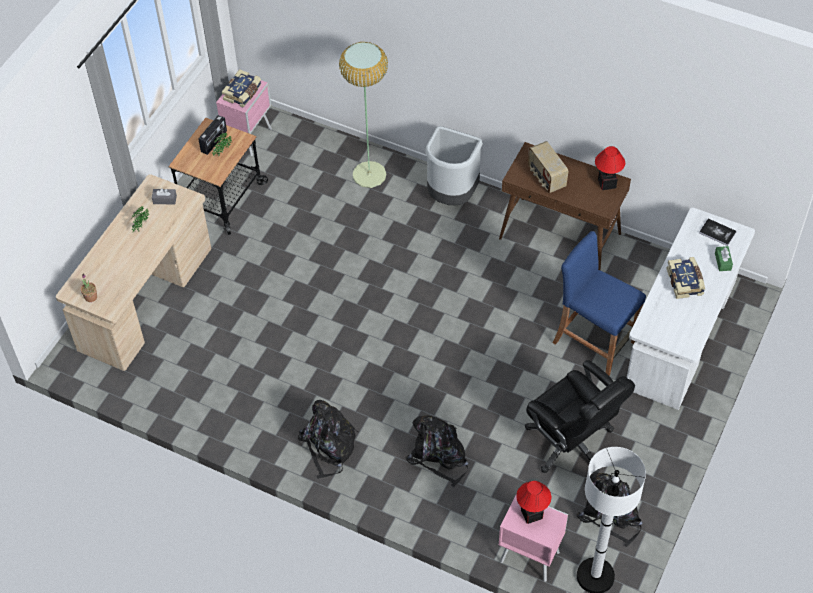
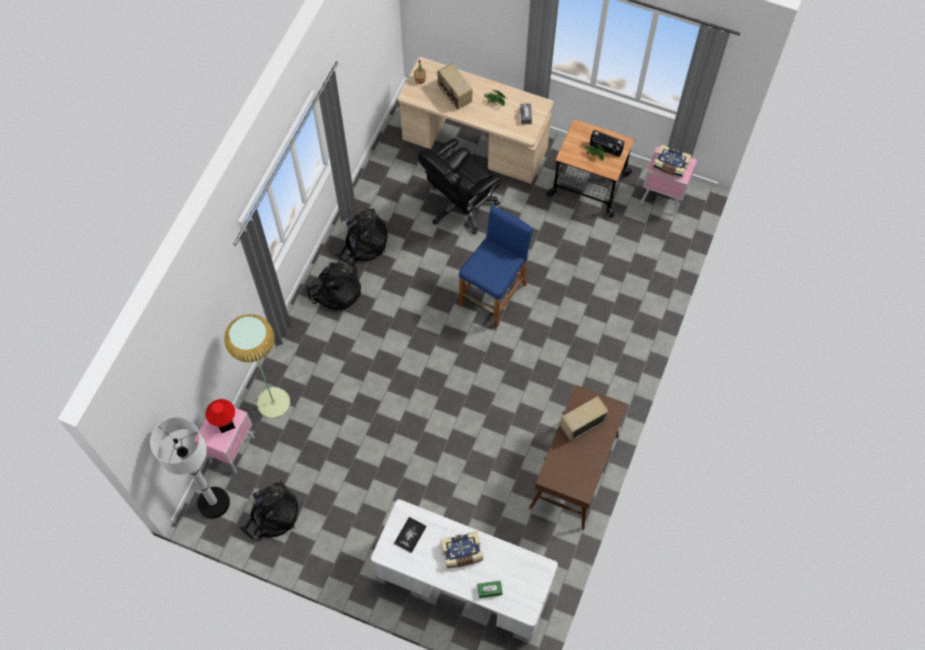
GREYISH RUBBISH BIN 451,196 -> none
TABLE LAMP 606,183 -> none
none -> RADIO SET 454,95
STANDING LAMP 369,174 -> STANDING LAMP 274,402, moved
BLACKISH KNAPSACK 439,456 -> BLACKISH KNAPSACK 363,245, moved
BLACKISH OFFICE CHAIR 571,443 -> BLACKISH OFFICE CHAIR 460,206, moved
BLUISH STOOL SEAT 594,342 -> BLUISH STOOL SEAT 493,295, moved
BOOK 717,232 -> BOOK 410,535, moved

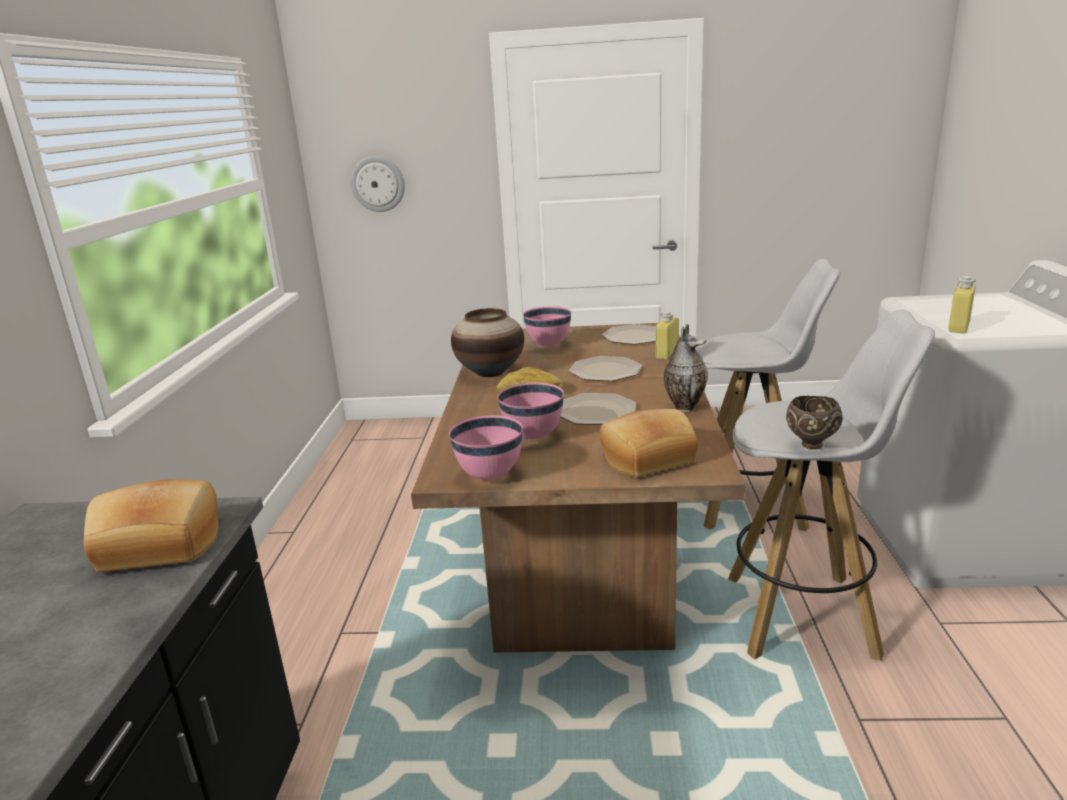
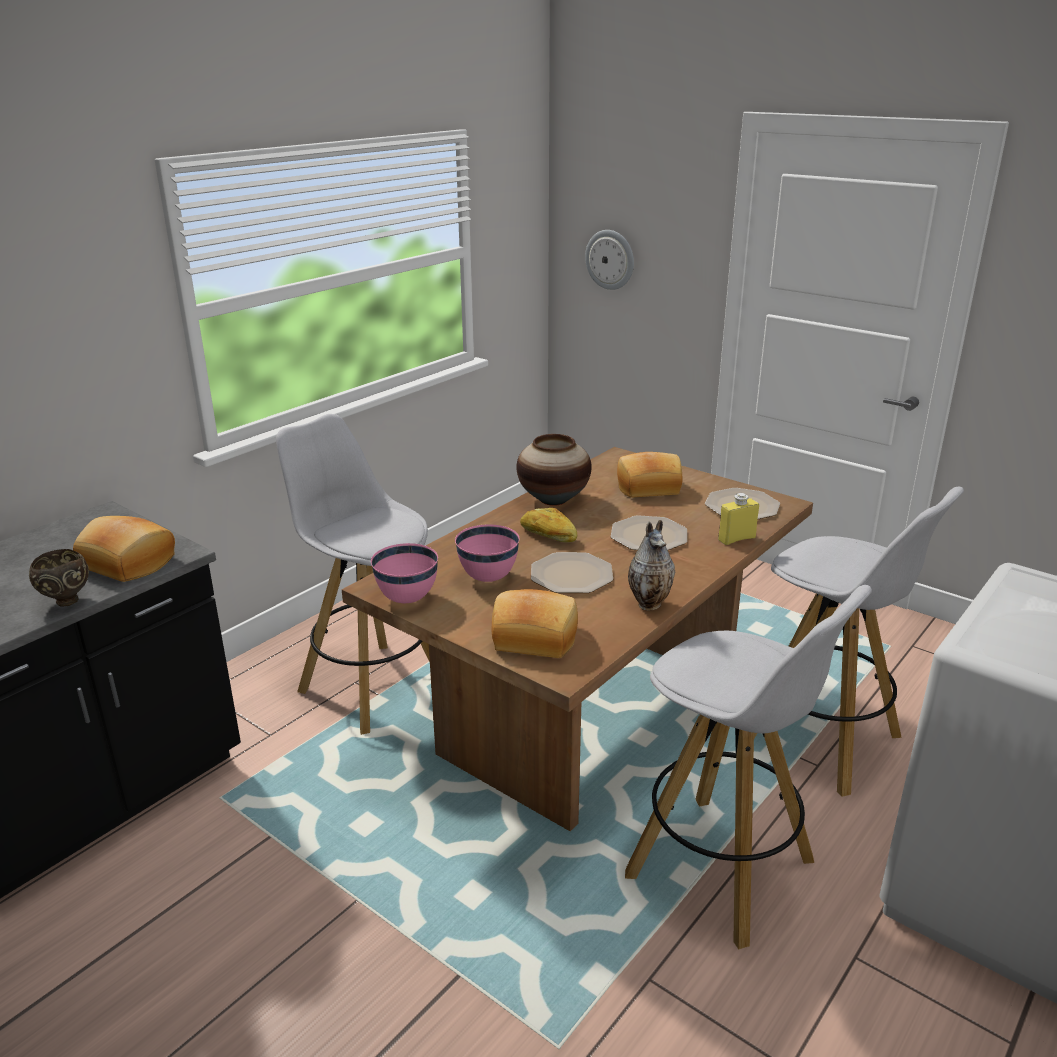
YELLOW BEVERAGE BOTTLE 958,327 -> none
none -> WHITE STOOL SEAT 372,685
BROWN-COLOURED SERVING BOWL 810,445 -> BROWN-COLOURED SERVING BOWL 66,601, moved
PINKISH SERVING BOWL 548,345 -> BAKED BREAD 648,487

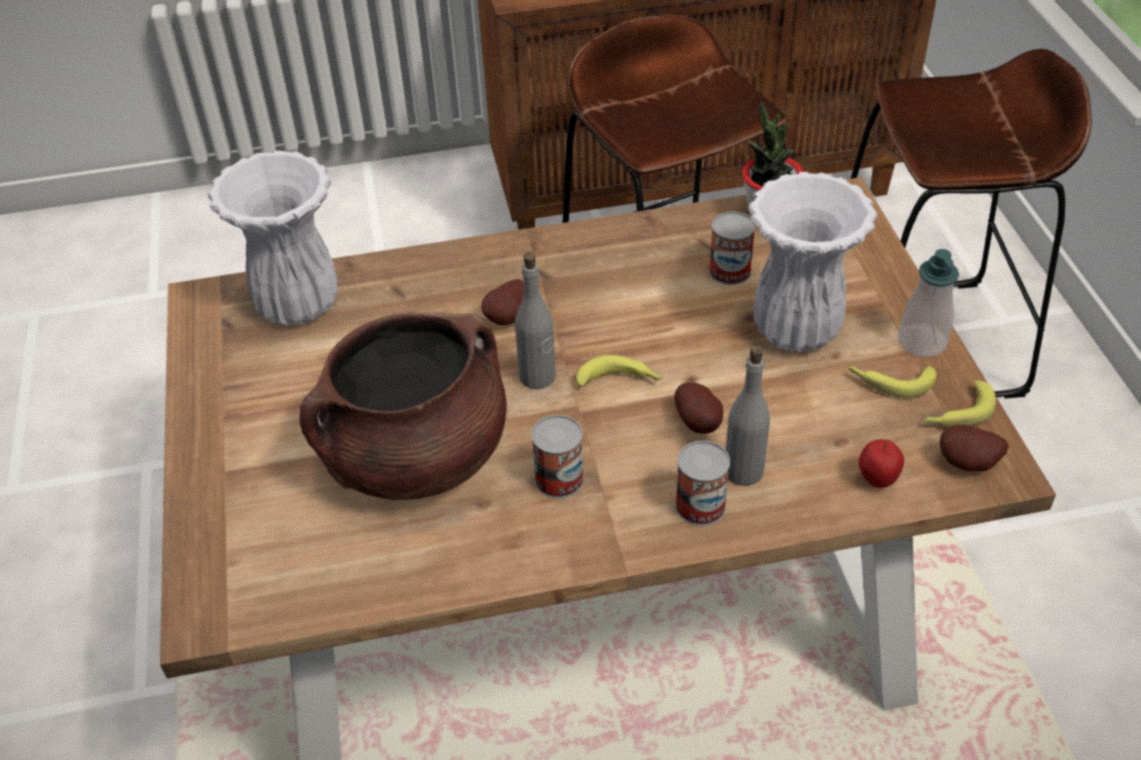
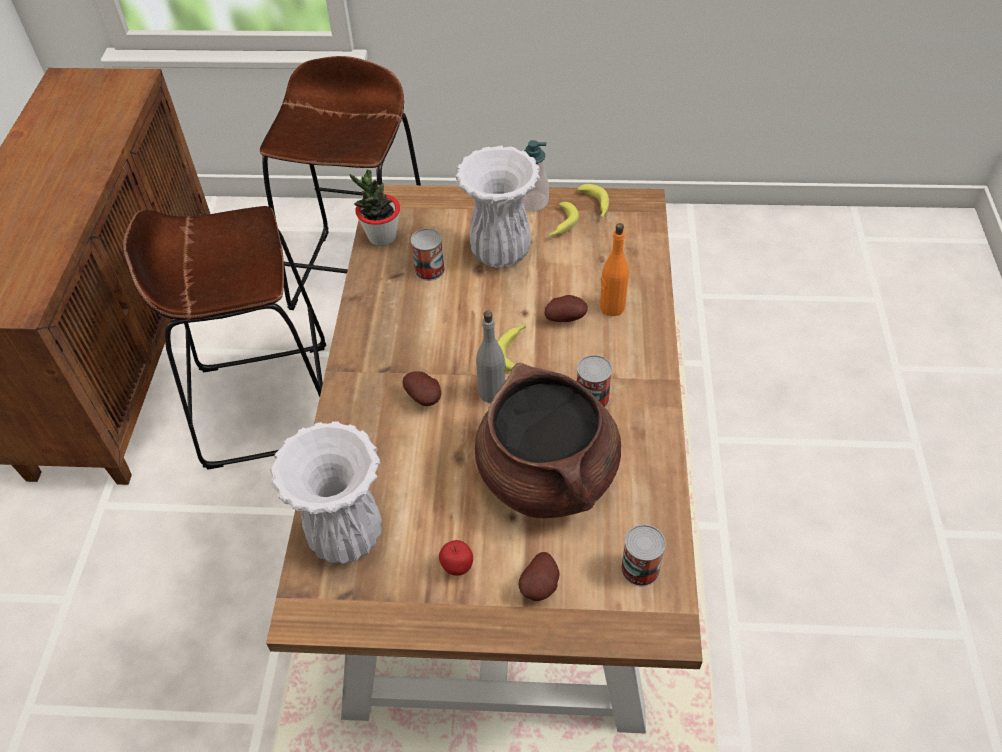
CAN 700,505 -> CAN 640,568, moved
APPLE FRUIT 877,480 -> APPLE FRUIT 457,568, moved
WHOLE POTATO 968,465 -> WHOLE POTATO 541,586, moved
GREYISH BEVERAGE BOTTLE 743,471 -> ORANGEY BEVERAGE BOTTLE 611,307

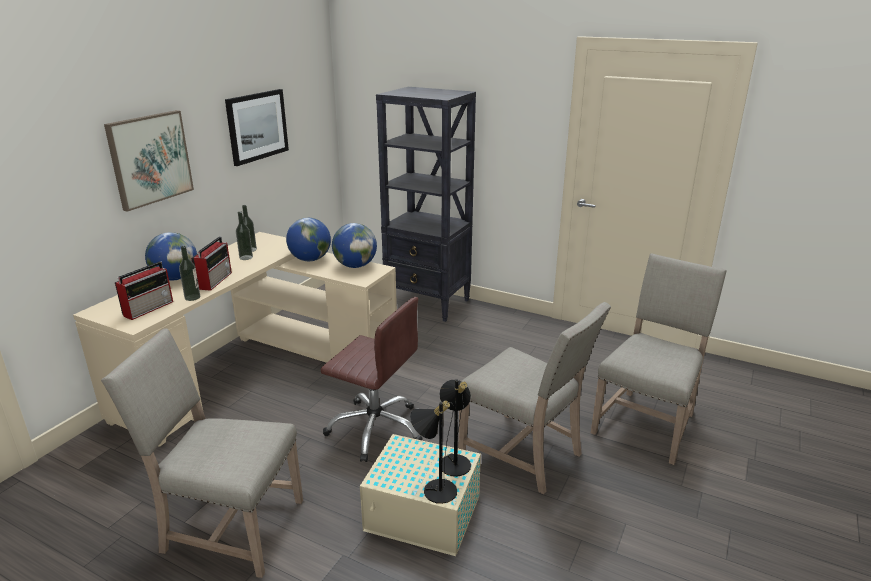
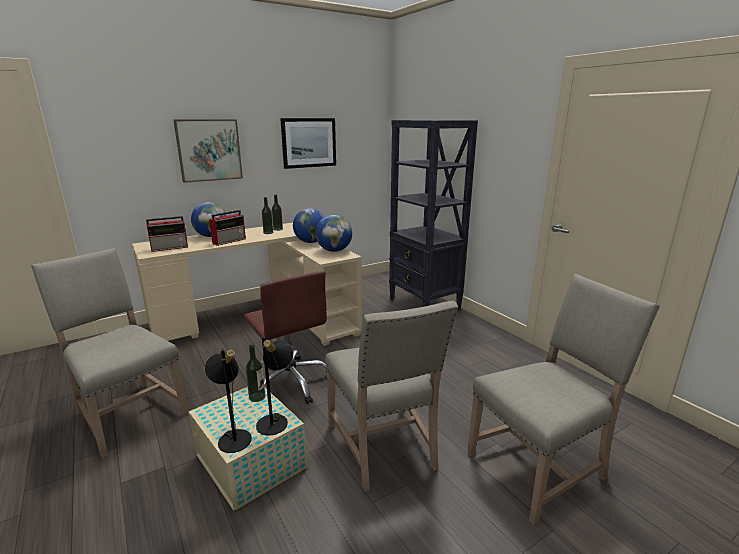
BEVERAGE BOTTLE 192,297 -> BEVERAGE BOTTLE 257,397, moved

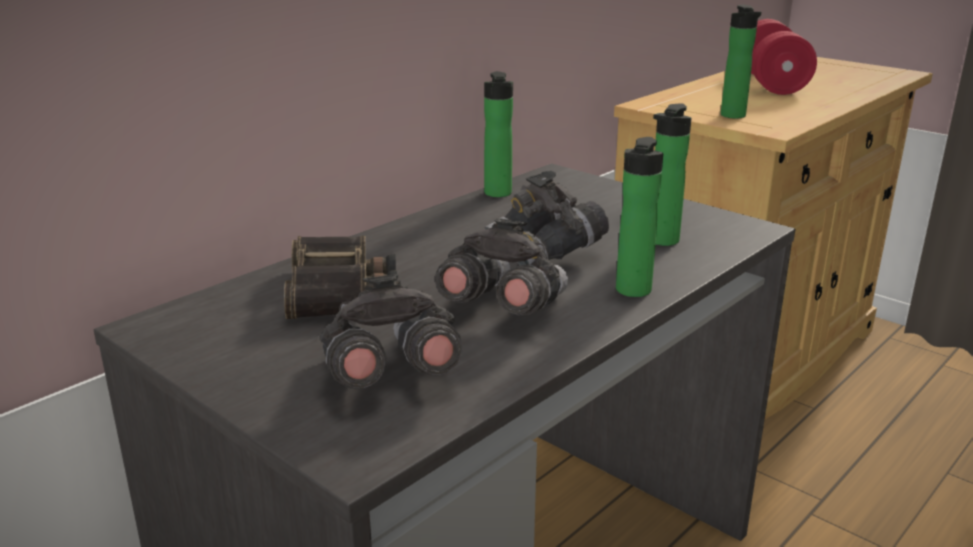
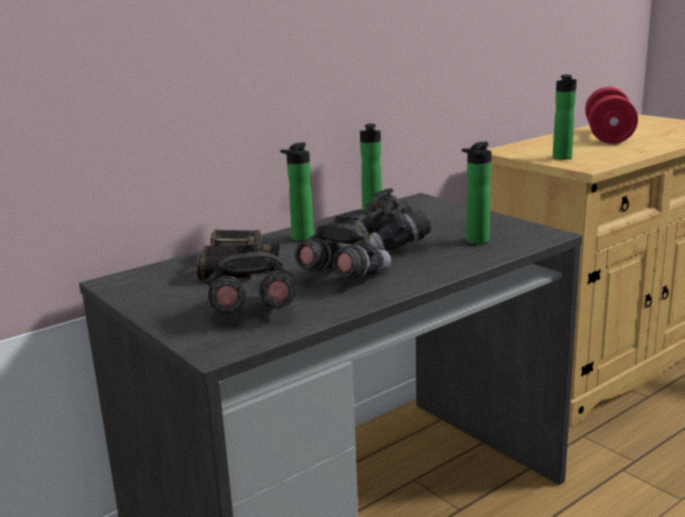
BEVERAGE BOTTLE 632,292 -> BEVERAGE BOTTLE 300,239, moved

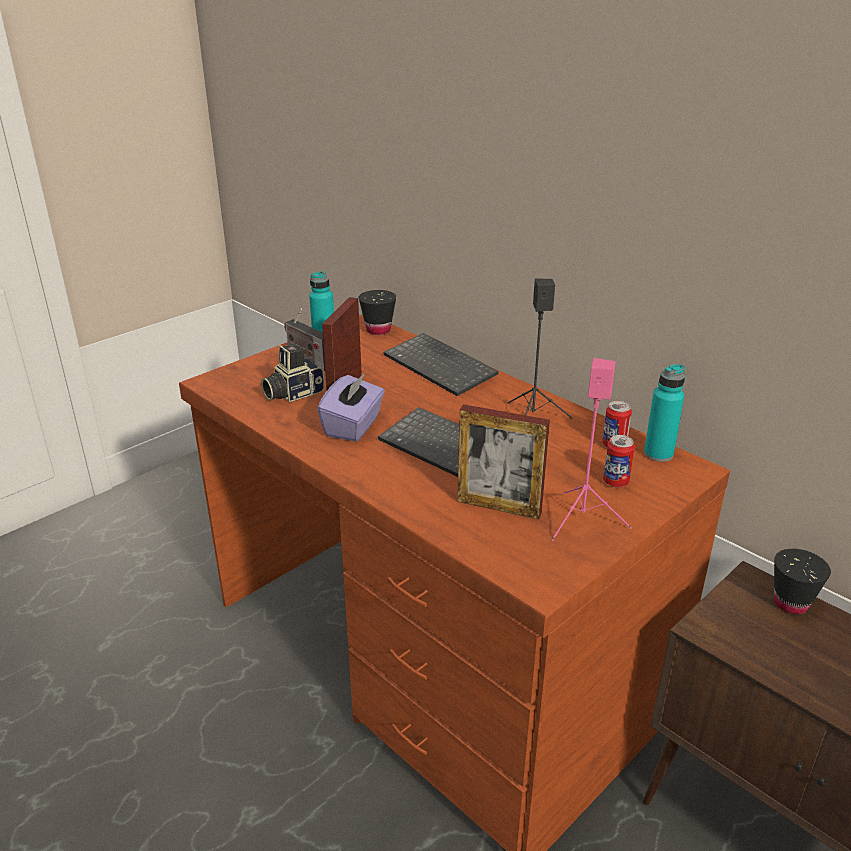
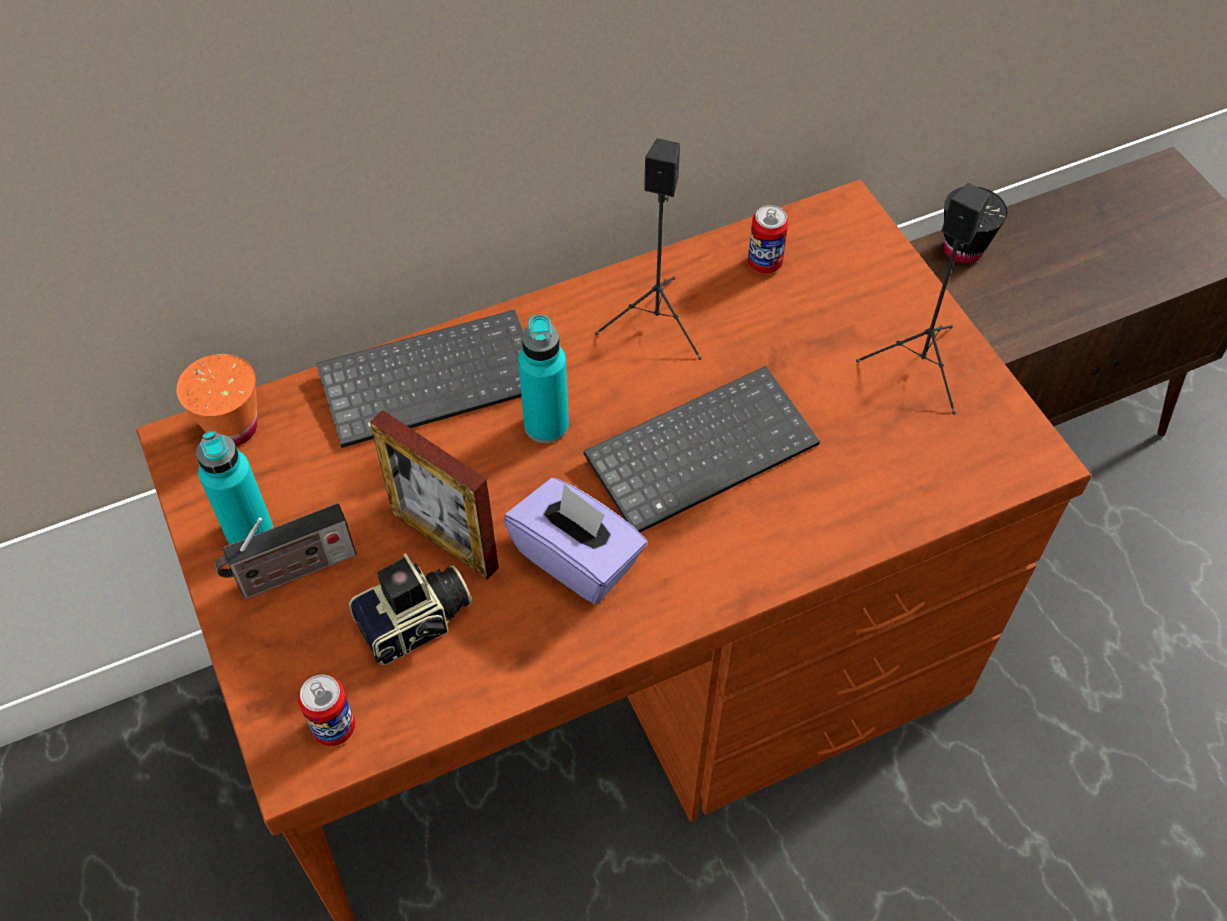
STANDING FRAME 499,507 -> none
CAN 615,482 -> CAN 334,727, moved
TURQUOISE BEVERAGE BOTTLE 658,454 -> TURQUOISE BEVERAGE BOTTLE 546,425, moved
BLACKISH DRINKING CUP 378,330 -> ORANGEY DRINKING CUP 233,428
PINKISH SPEAKER 581,520 -> BLACKISH SPEAKER 921,367
PHOTO CAMERA 292,393 -> PHOTO CAMERA 417,625, 105 degrees counterclockwise

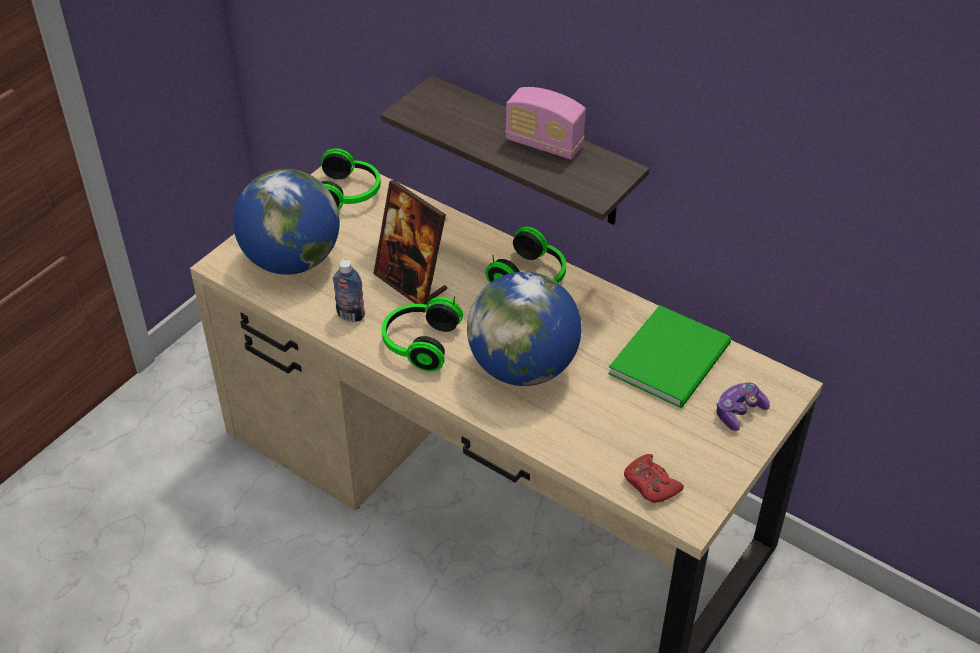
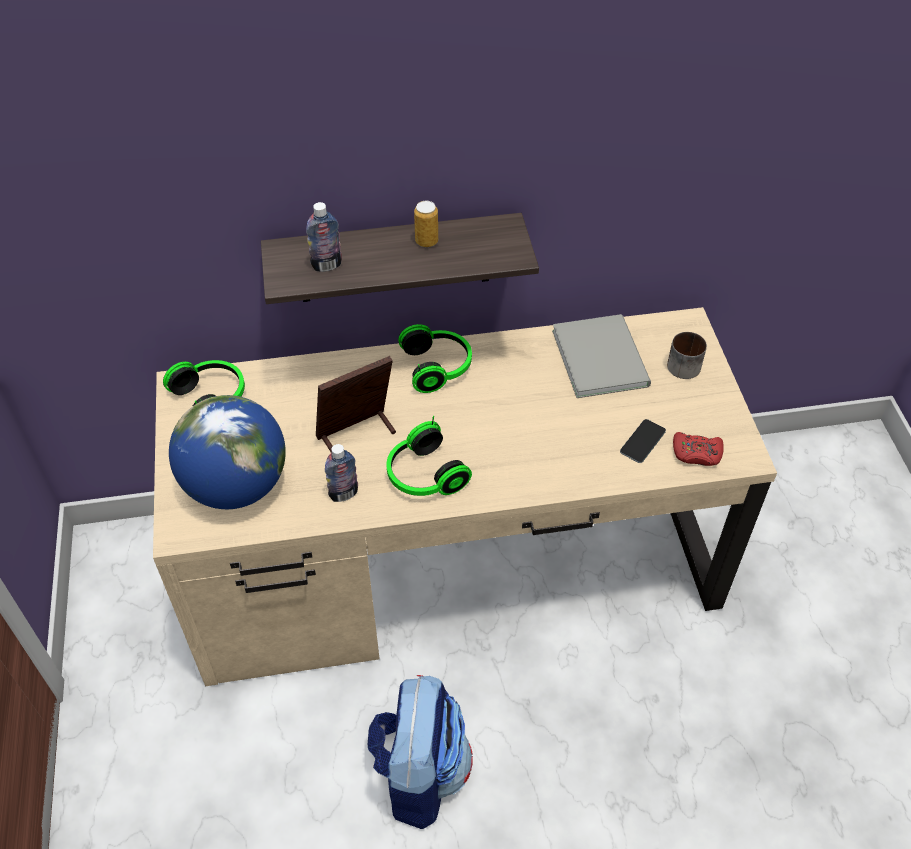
WORLD GLOBE 523,367 -> none
none -> BEVERAGE BOTTLE 327,265
none -> KNAPSACK 419,773
none -> TELEPHONE 642,441
RADIO SET 544,144 -> CAN 426,241
GAMEPAD 739,412 -> COFFEE MUG 683,363
GREEN-COLOURED BOOK 674,358 -> GREYISH BOOK 601,355
STANDING FRAME 411,283 -> STANDING FRAME 357,434, 150 degrees clockwise

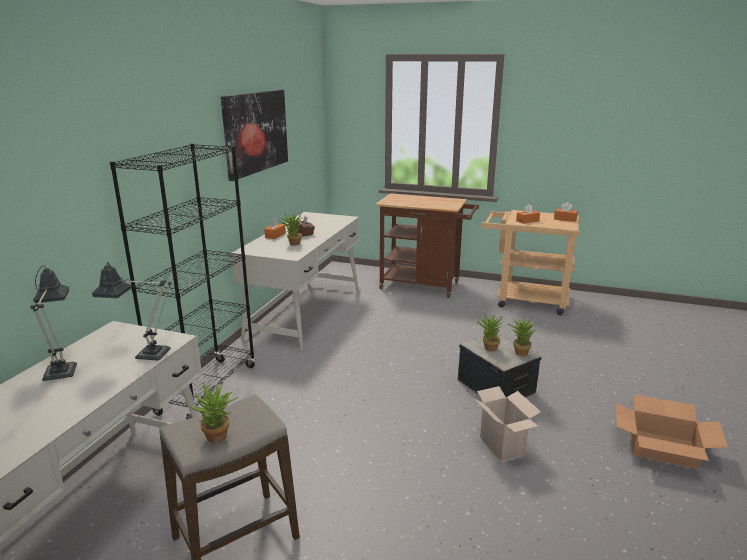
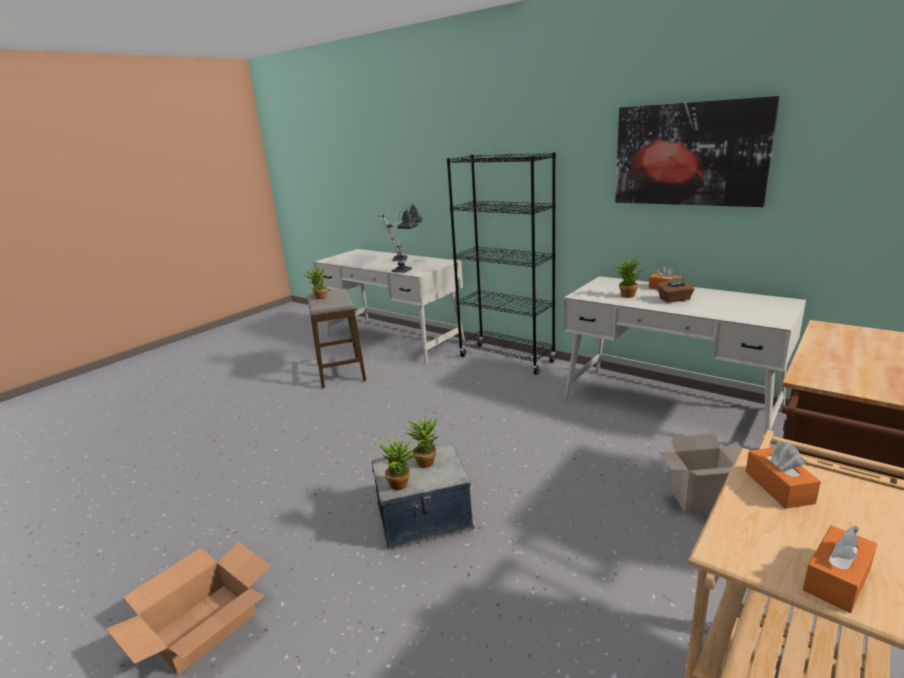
CARTON 504,446 -> CARTON 699,501, moved

